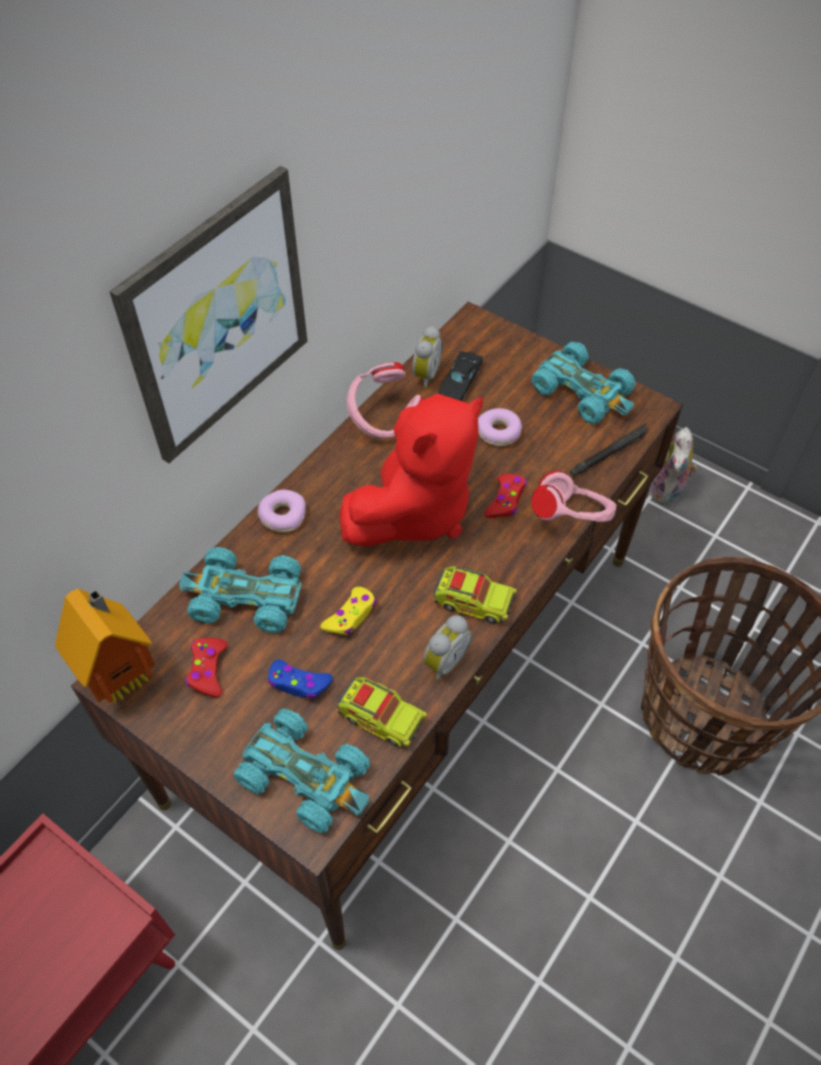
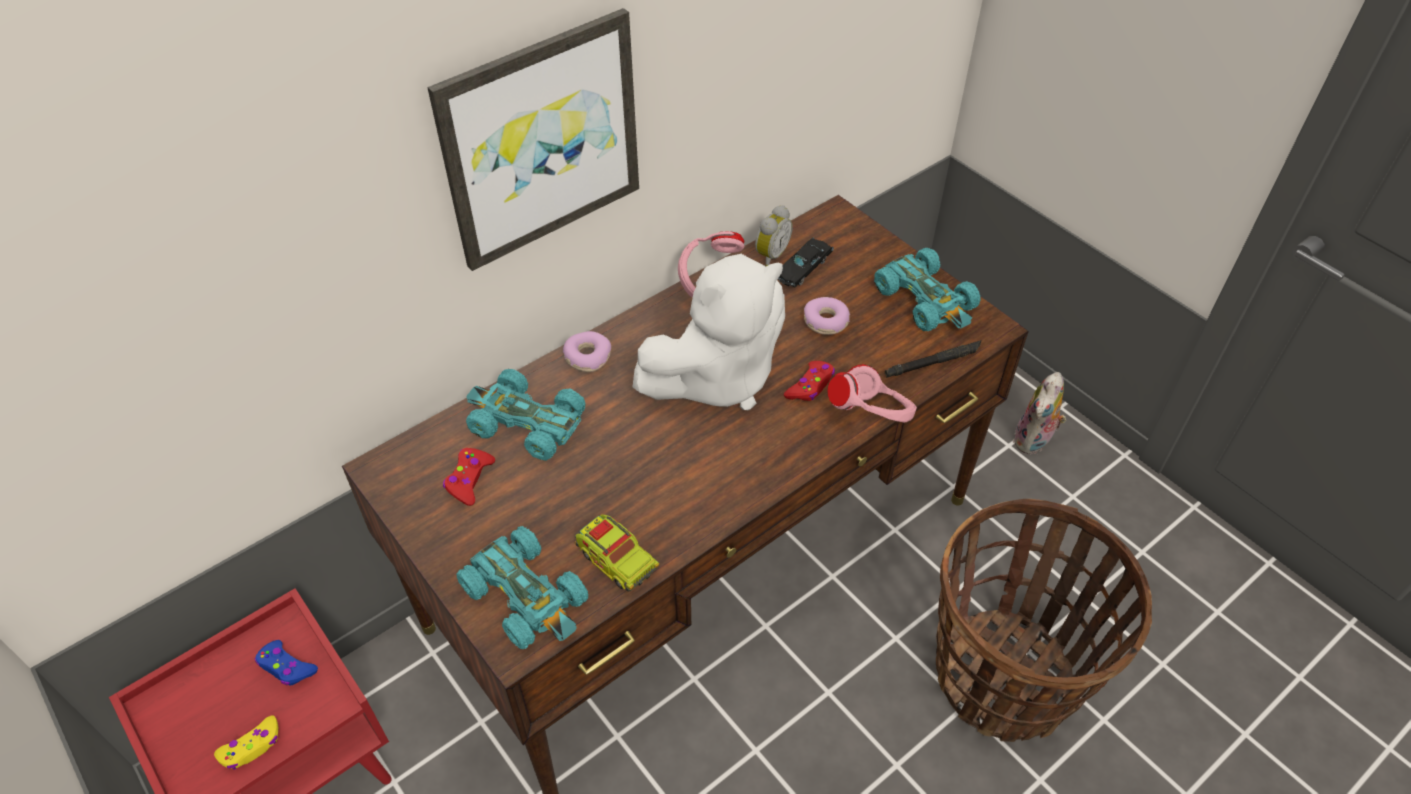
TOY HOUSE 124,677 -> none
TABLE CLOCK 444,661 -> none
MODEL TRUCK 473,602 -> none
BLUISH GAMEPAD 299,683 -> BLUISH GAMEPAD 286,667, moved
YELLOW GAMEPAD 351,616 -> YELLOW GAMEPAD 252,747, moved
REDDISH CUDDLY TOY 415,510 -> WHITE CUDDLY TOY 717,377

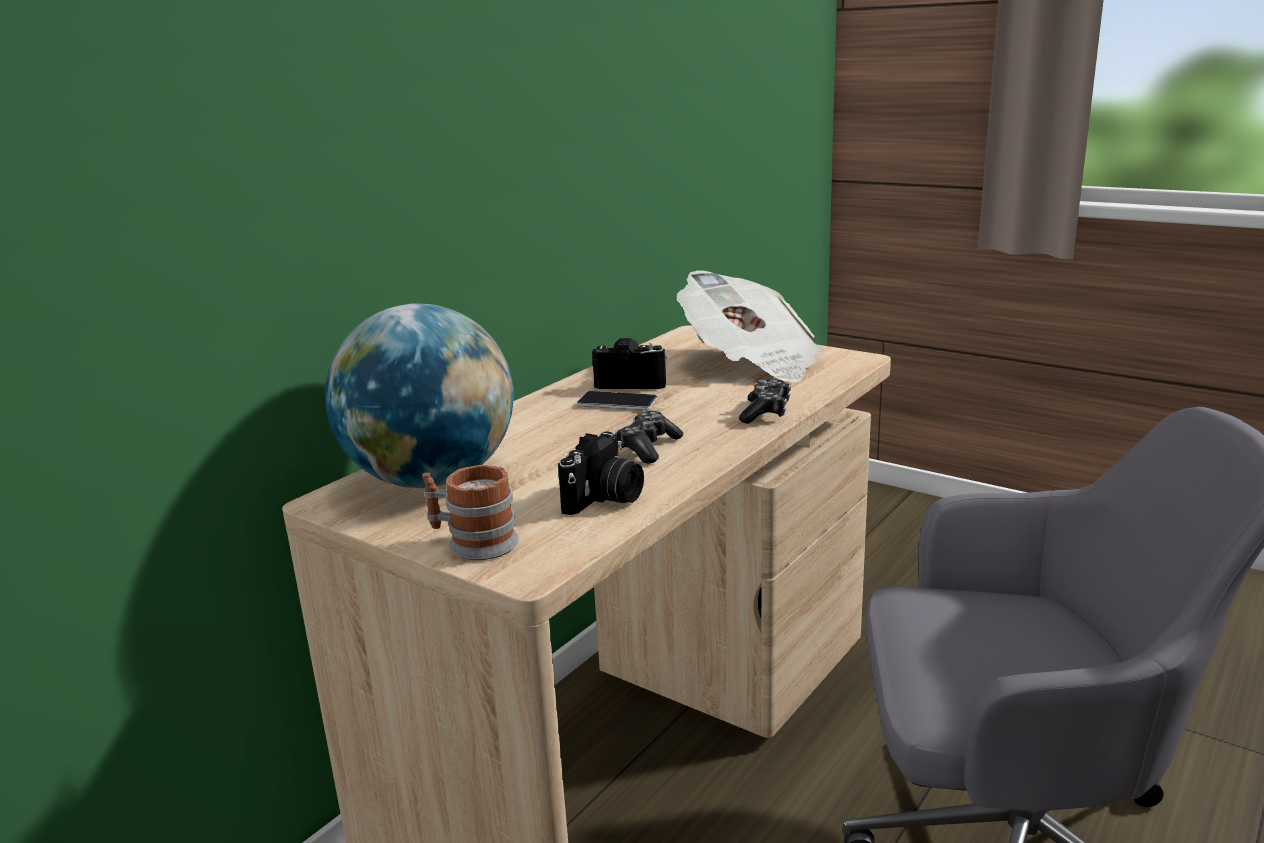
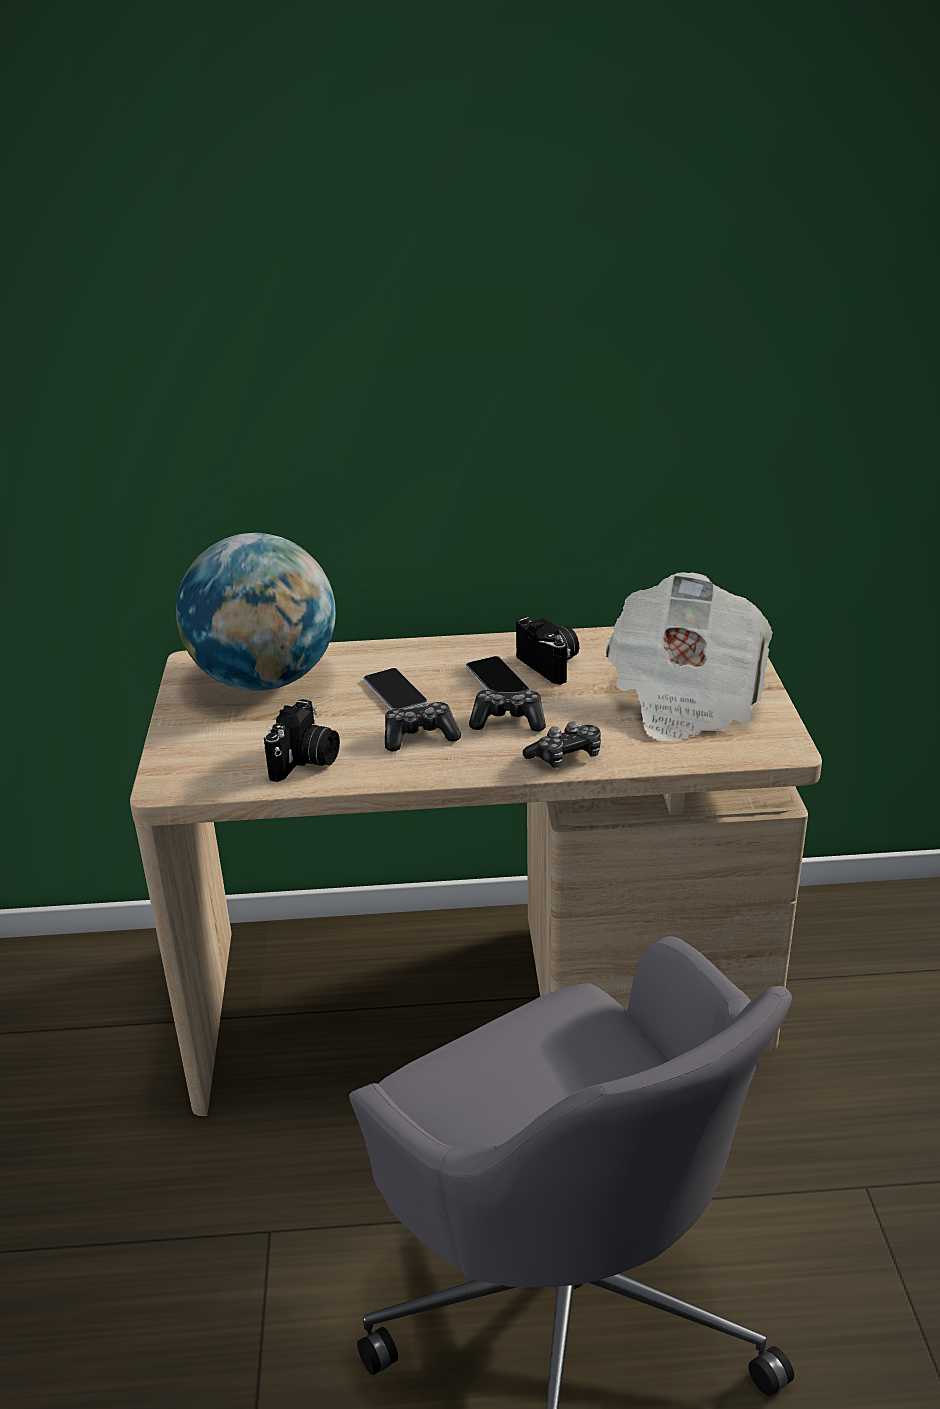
COFFEE MUG 472,542 -> none
none -> TELEPHONE 395,692
none -> GAMEPAD 508,720
PHOTO CAMERA 605,499 -> PHOTO CAMERA 306,761, 60 degrees counterclockwise

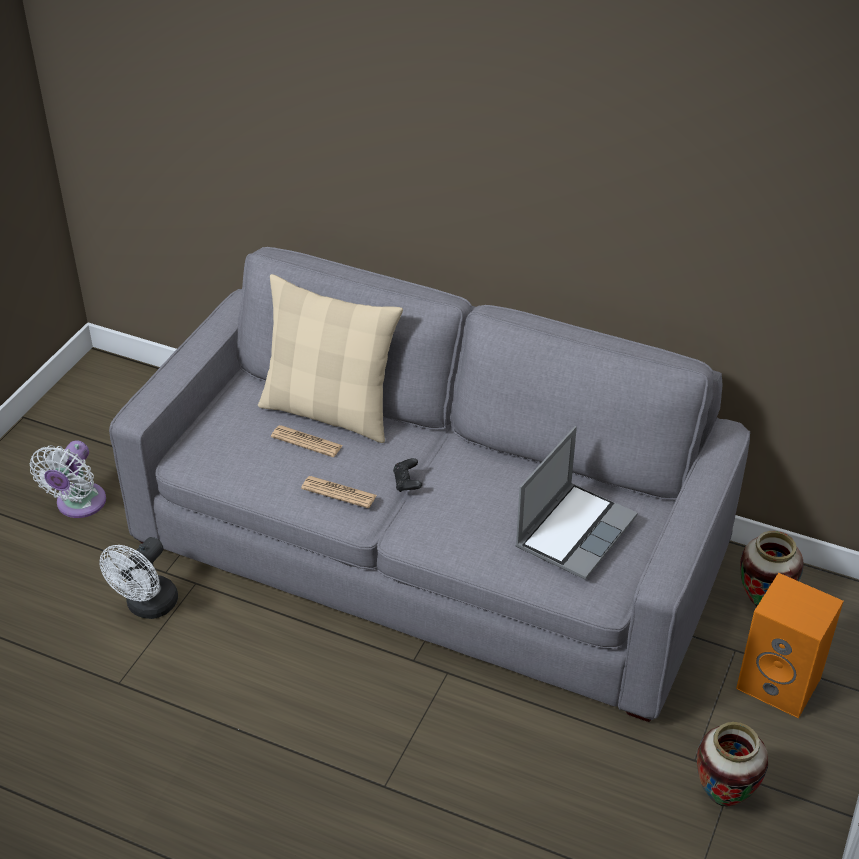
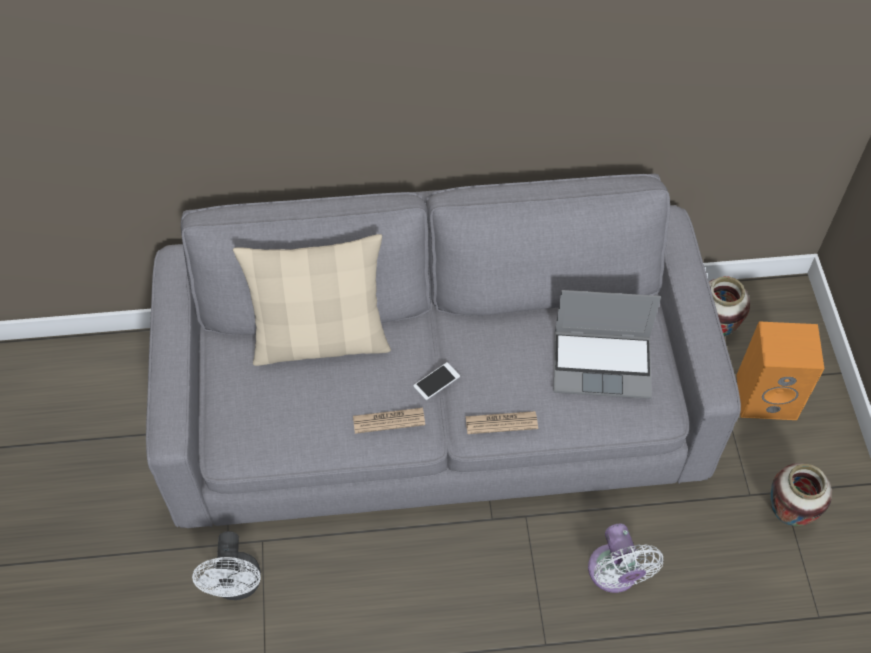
WHITE ELECTRIC FAN 78,505 -> WHITE ELECTRIC FAN 615,574, moved
NEWSPAPER 306,442 -> NEWSPAPER 501,423, moved
BLACKISH GAMEPAD 407,482 -> TELEPHONE 436,381
NOTEBOOK COMPUTER 575,531 -> NOTEBOOK COMPUTER 603,364, 90 degrees clockwise

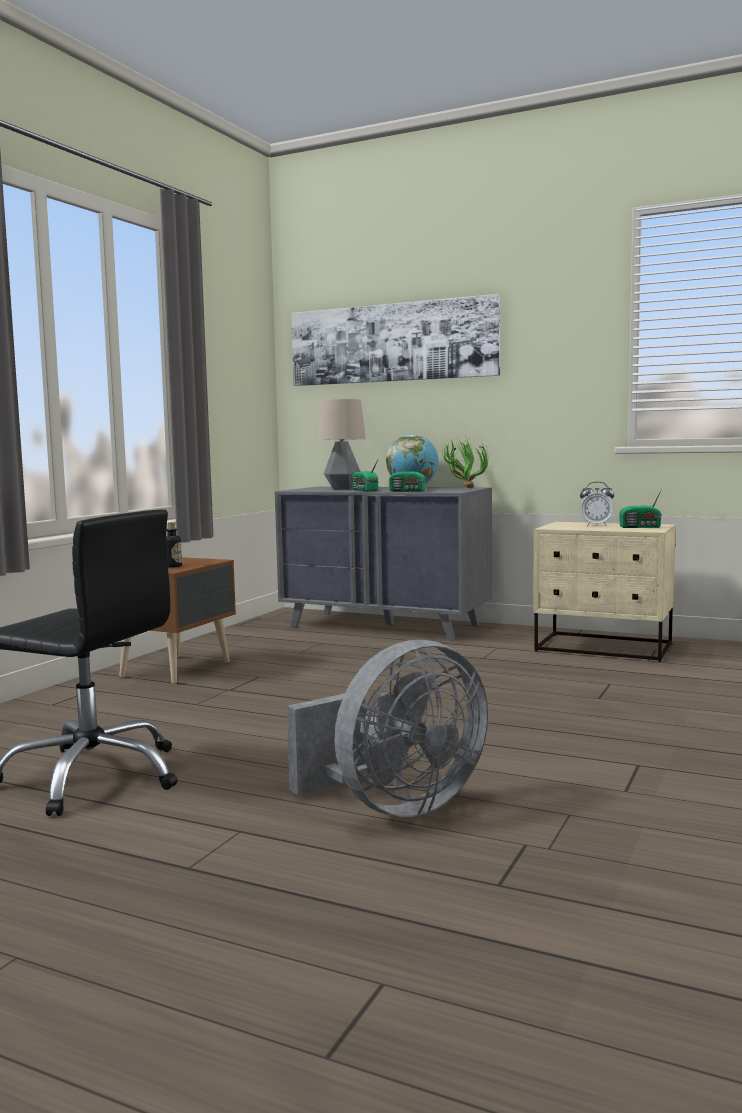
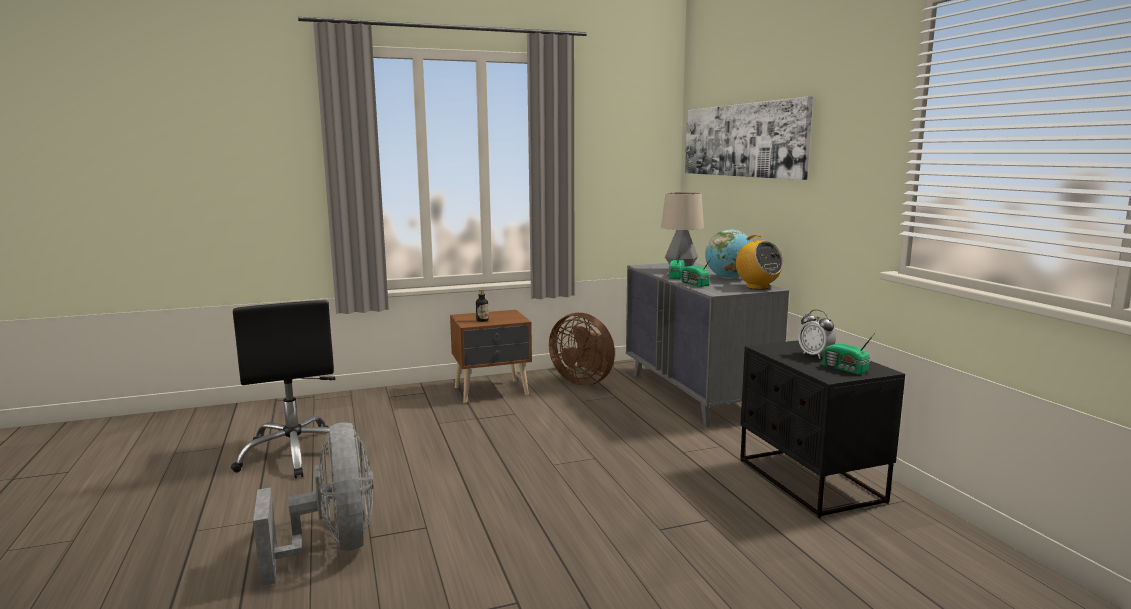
none -> BROWN-COLOURED ELECTRIC FAN 584,381
HOUSEPLANT 463,488 -> RADIO SET 757,287
SAND-COLOURED BEDSIDE TABLE 604,648 -> BLACKISH BEDSIDE TABLE 809,481
GREYISH ELECTRIC FAN 396,806 -> GREYISH ELECTRIC FAN 333,547, 120 degrees counterclockwise

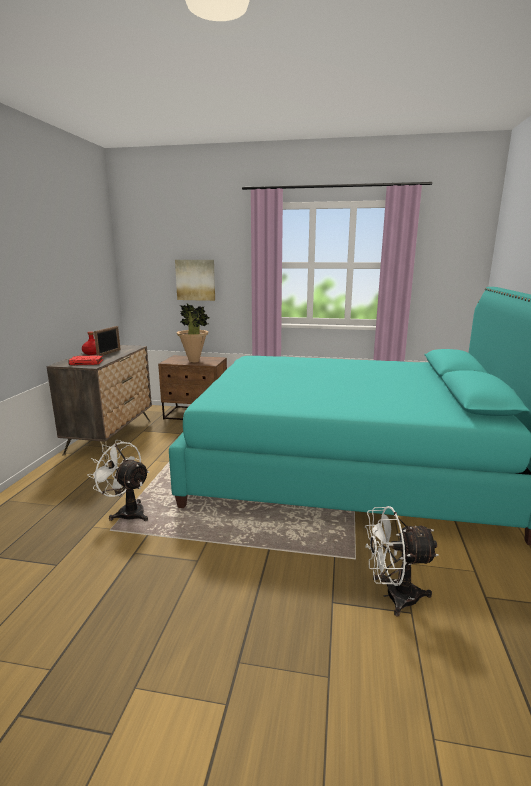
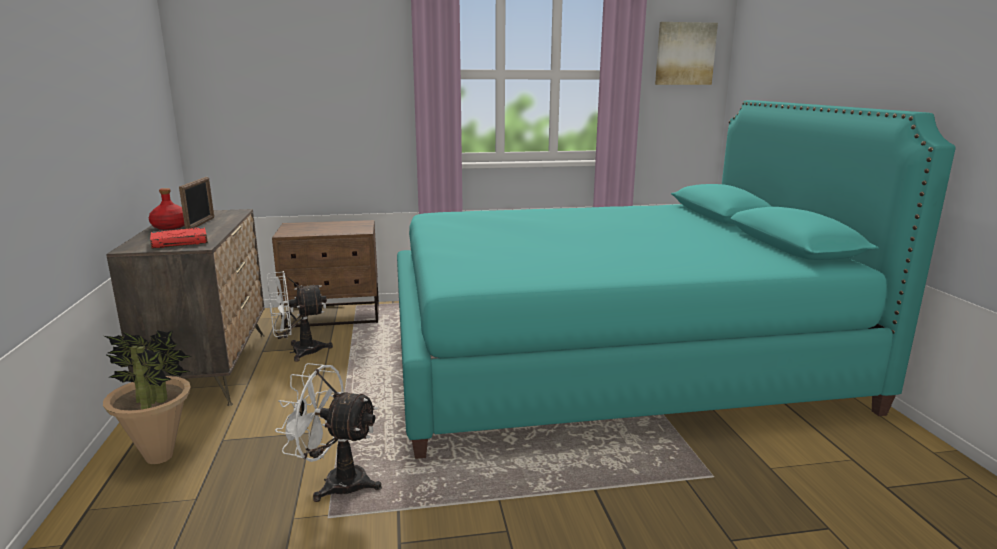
WALL ART 195,280 -> WALL ART 684,54, moved
HOUSEPLANT 194,361 -> HOUSEPLANT 160,457, moved
WHITE ELECTRIC FAN 393,596 -> WHITE ELECTRIC FAN 298,352, moved

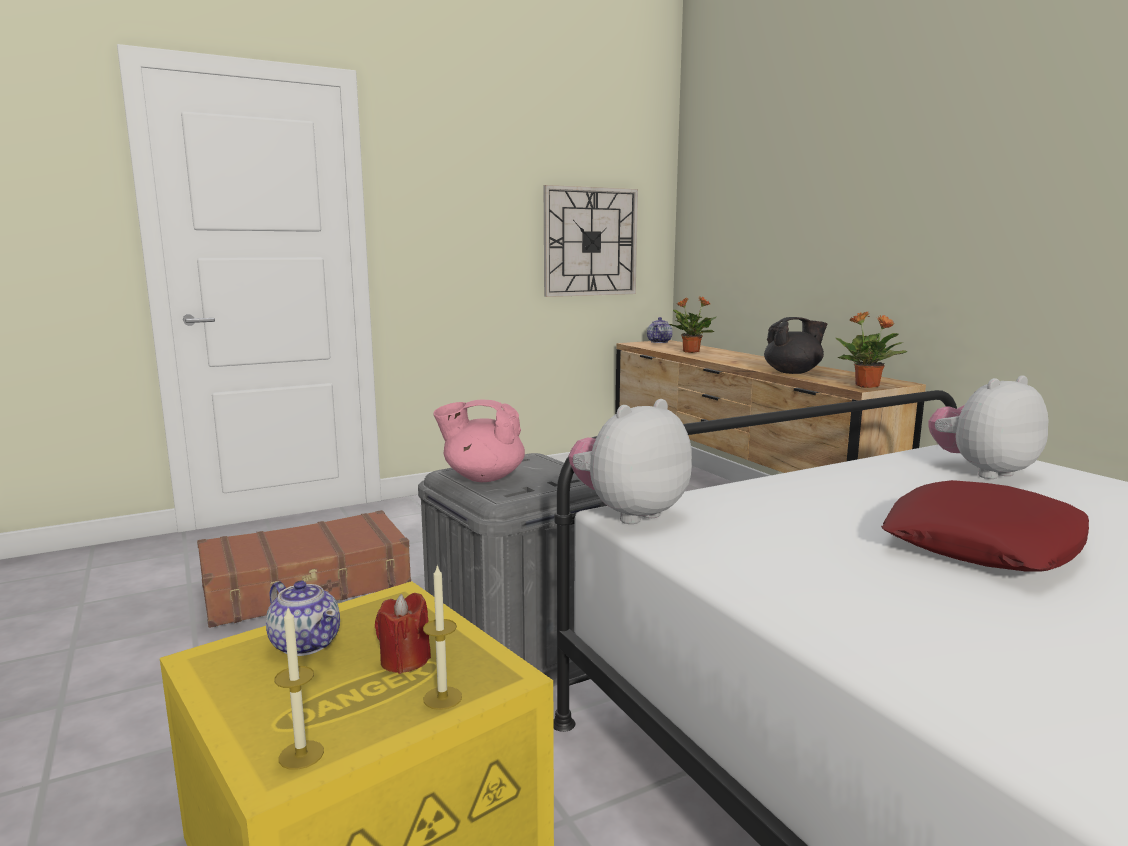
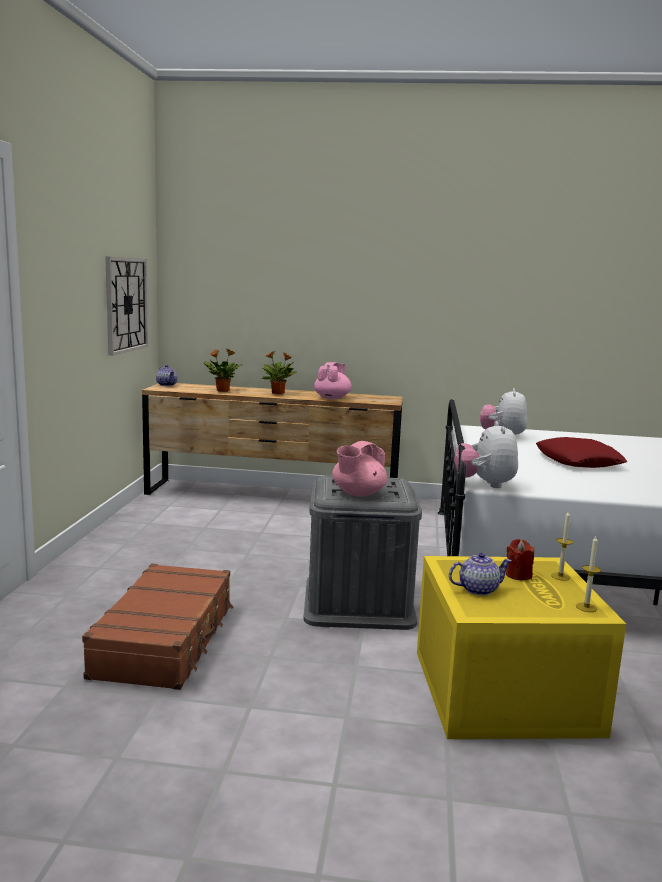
HOUSEPLANT 867,386 -> HOUSEPLANT 278,393, moved
BLACKISH TEAPOT 793,372 -> PINKISH TEAPOT 332,398

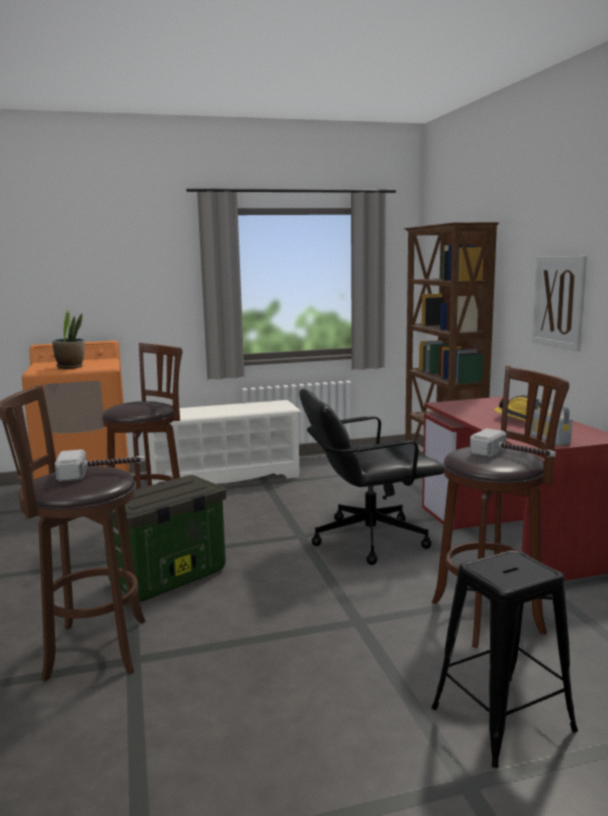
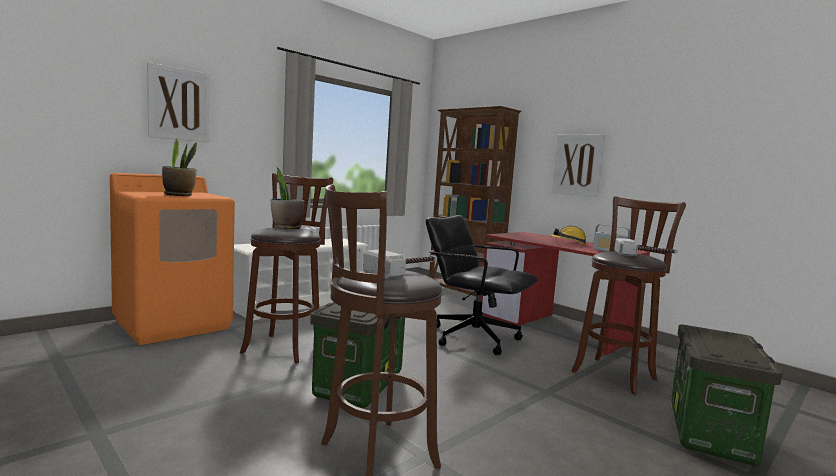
none -> WALL ART 179,104
none -> HOUSEPLANT 286,228
BLACKISH STOOL SEAT 502,719 -> STORAGE BIN 711,433
BLACKISH OFFICE CHAIR 368,538 -> BLACKISH OFFICE CHAIR 473,337, 75 degrees clockwise

